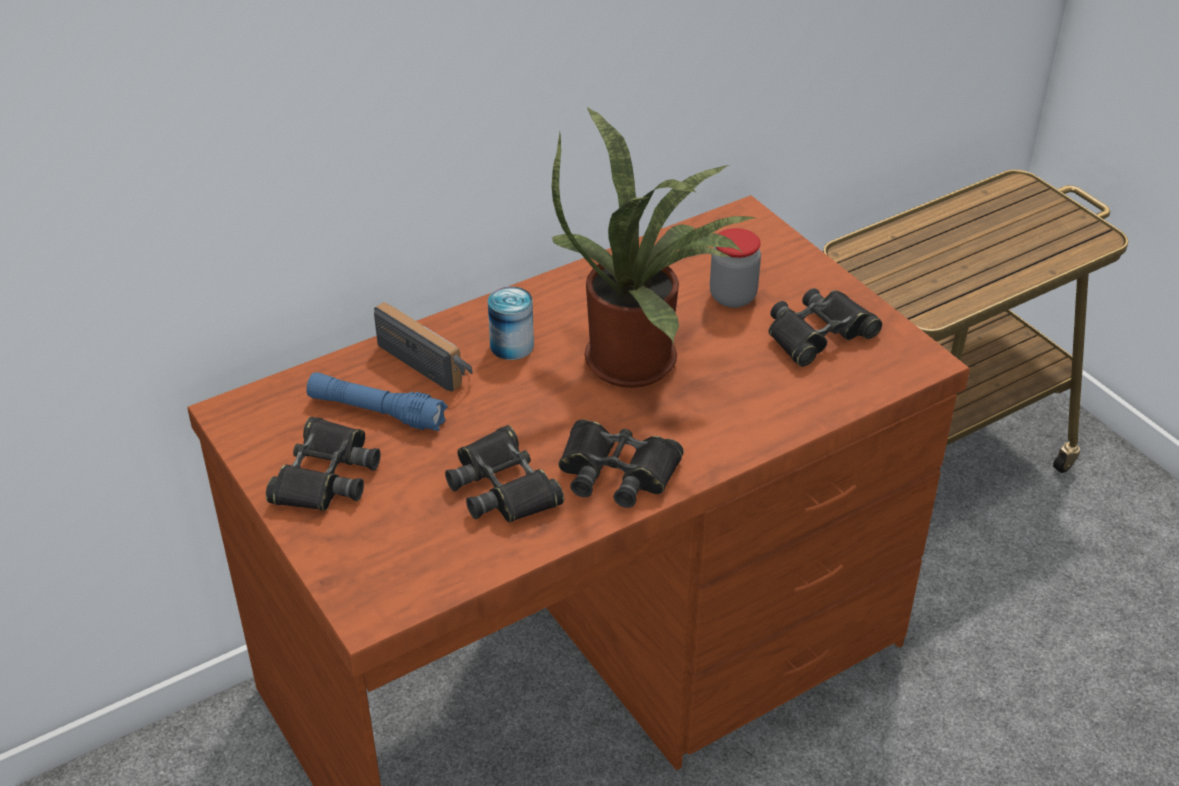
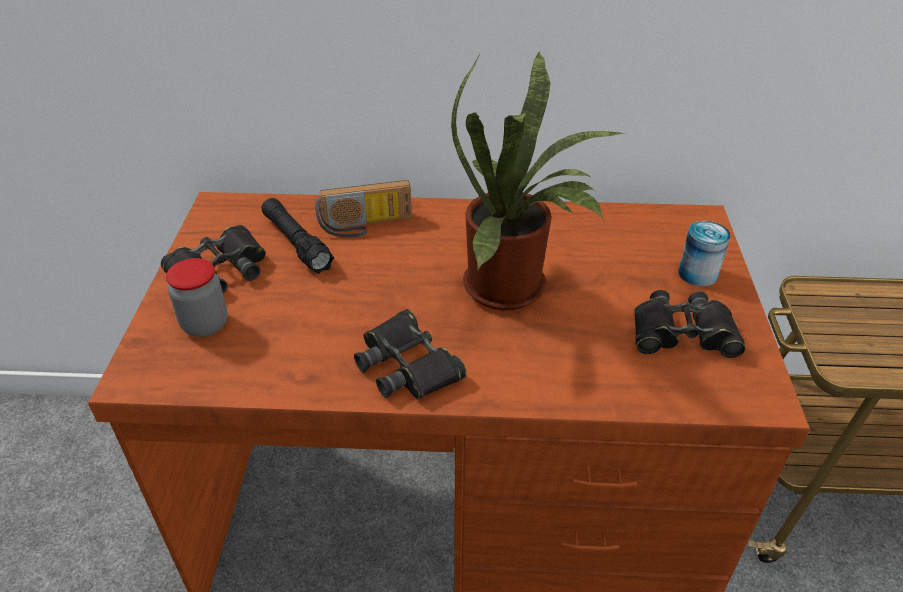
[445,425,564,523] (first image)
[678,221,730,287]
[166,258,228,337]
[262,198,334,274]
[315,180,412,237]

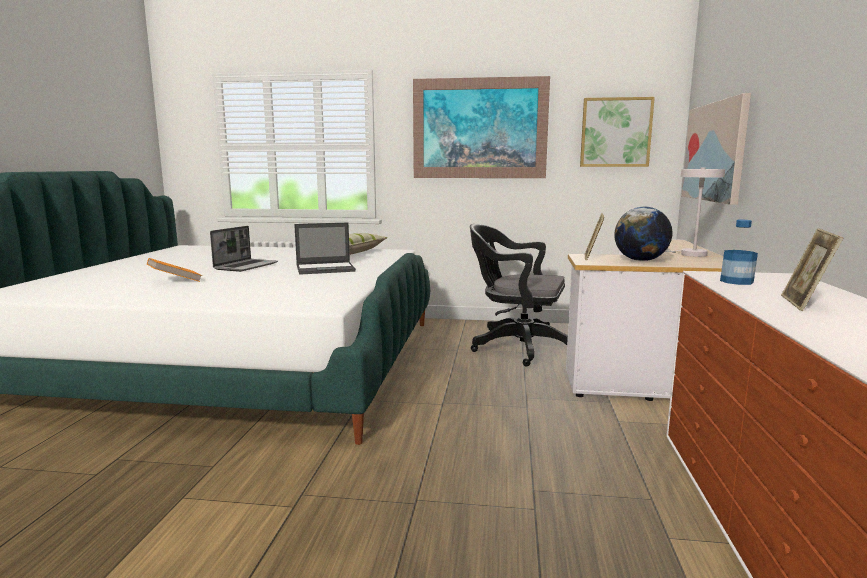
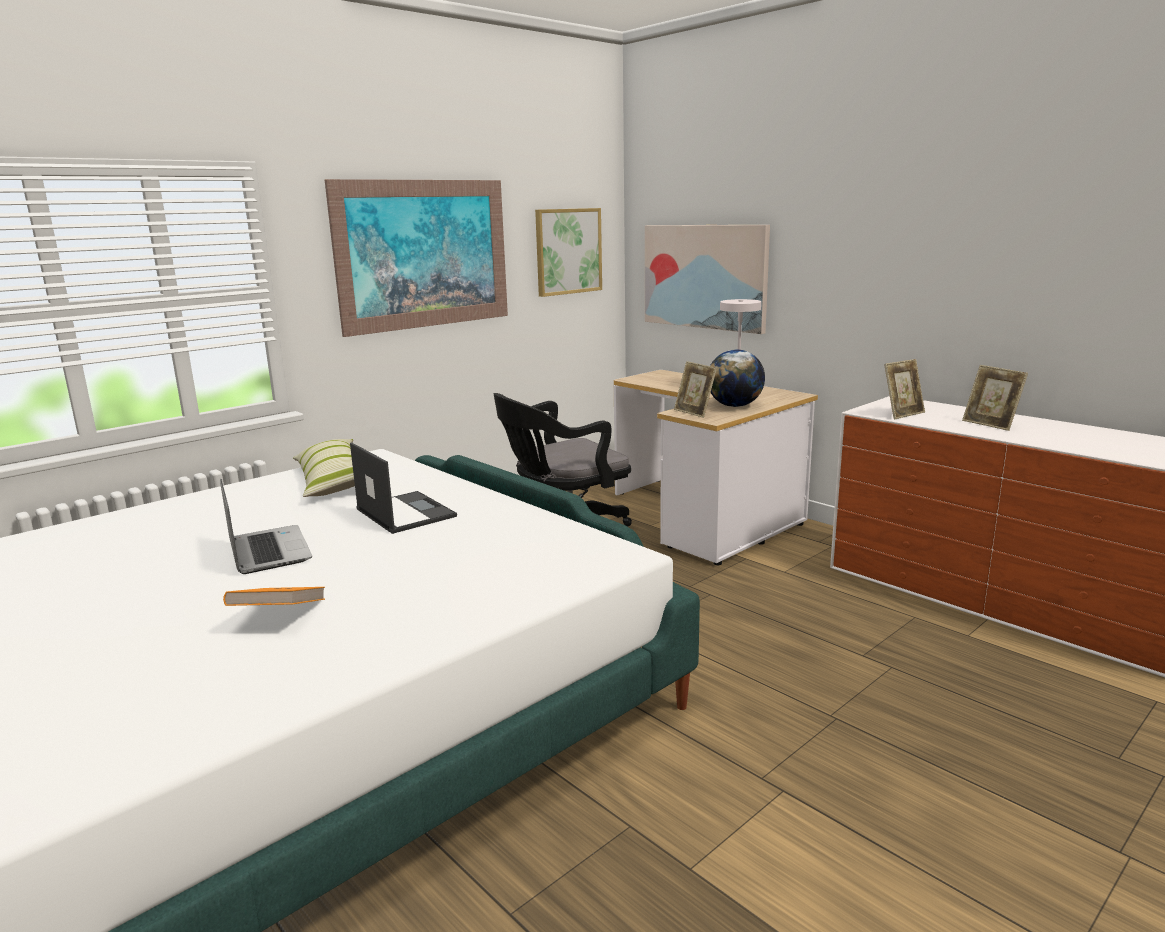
[884,359,925,419]
[350,442,457,534]

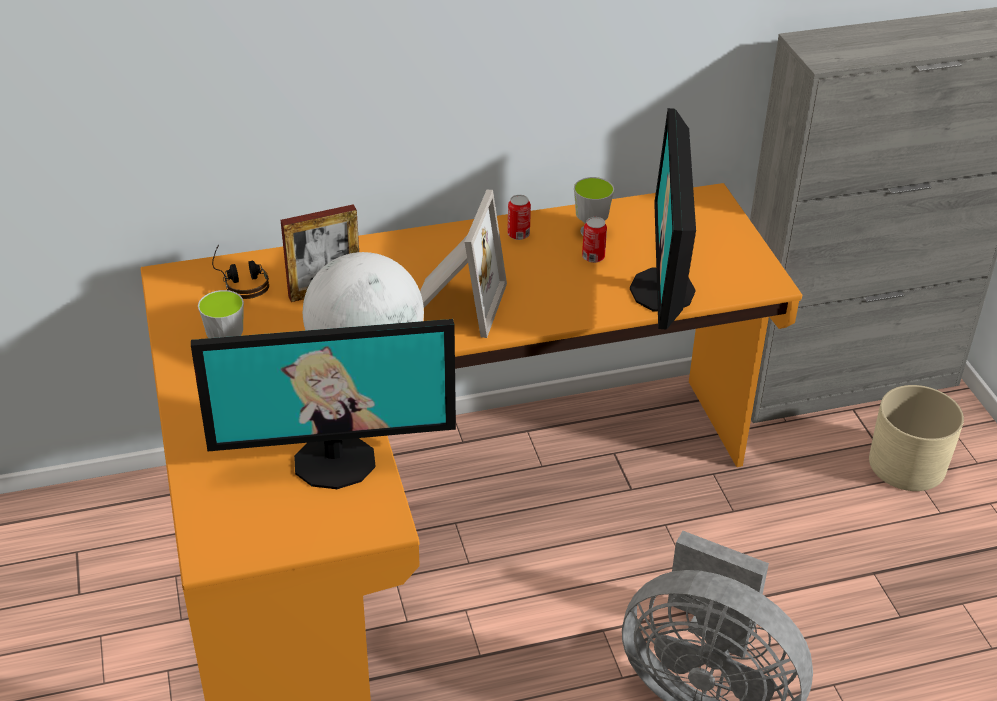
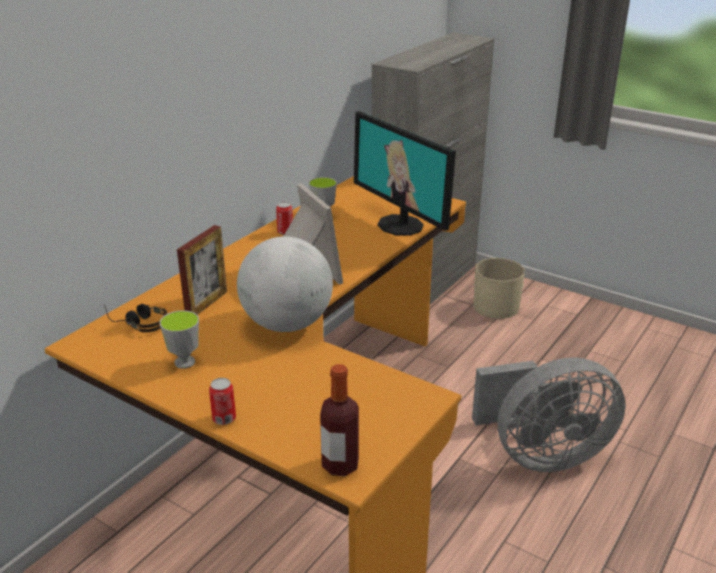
[191,319,456,489] (first image)
[320,364,359,476]
[209,378,236,425]

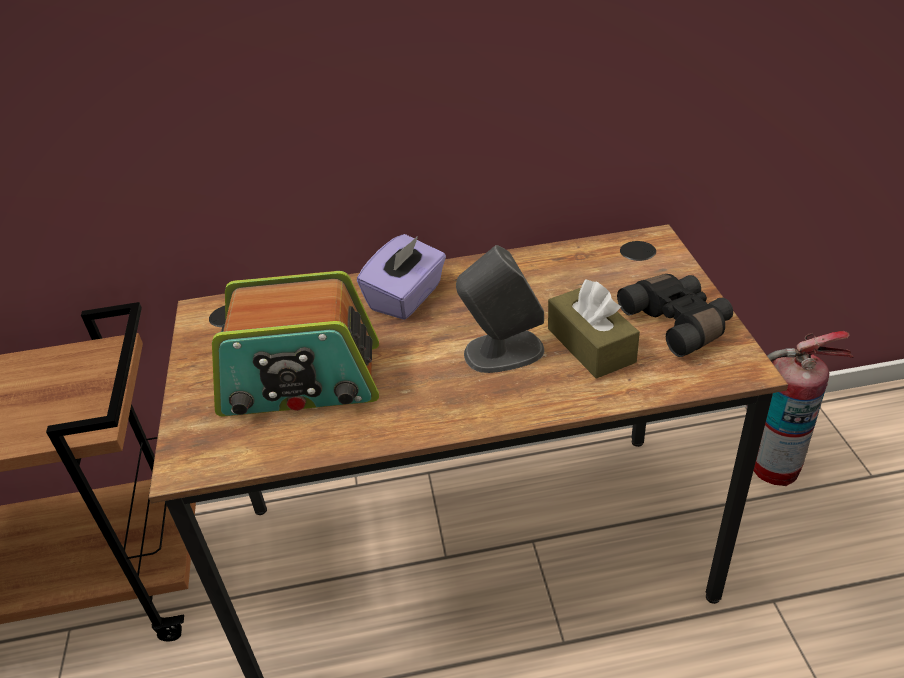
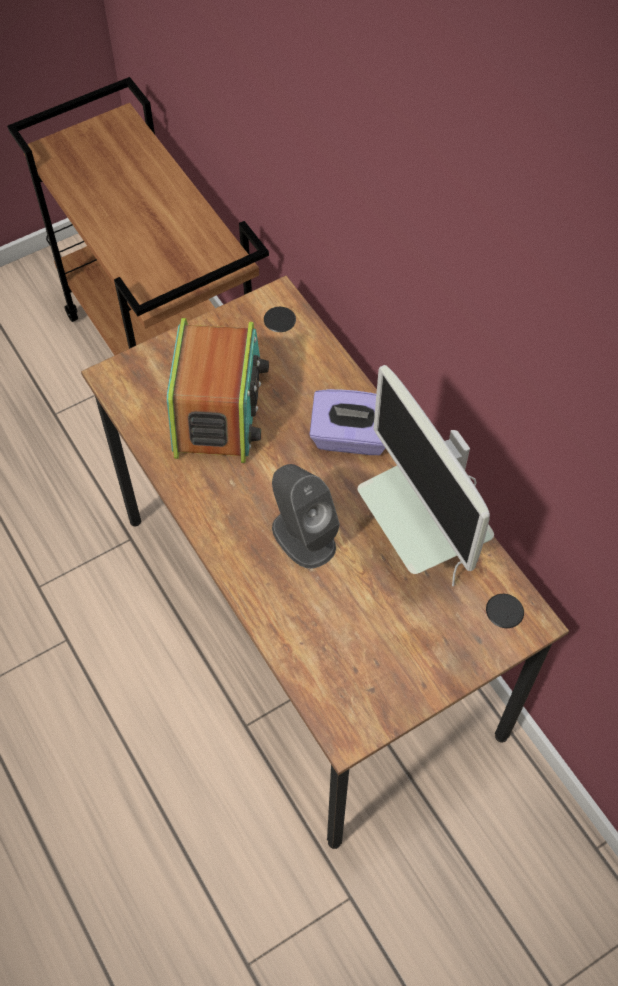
[548,280,640,379] (first image)
[617,274,733,357] (first image)
[747,331,854,486] (first image)
[358,365,494,586]
[167,318,269,463]

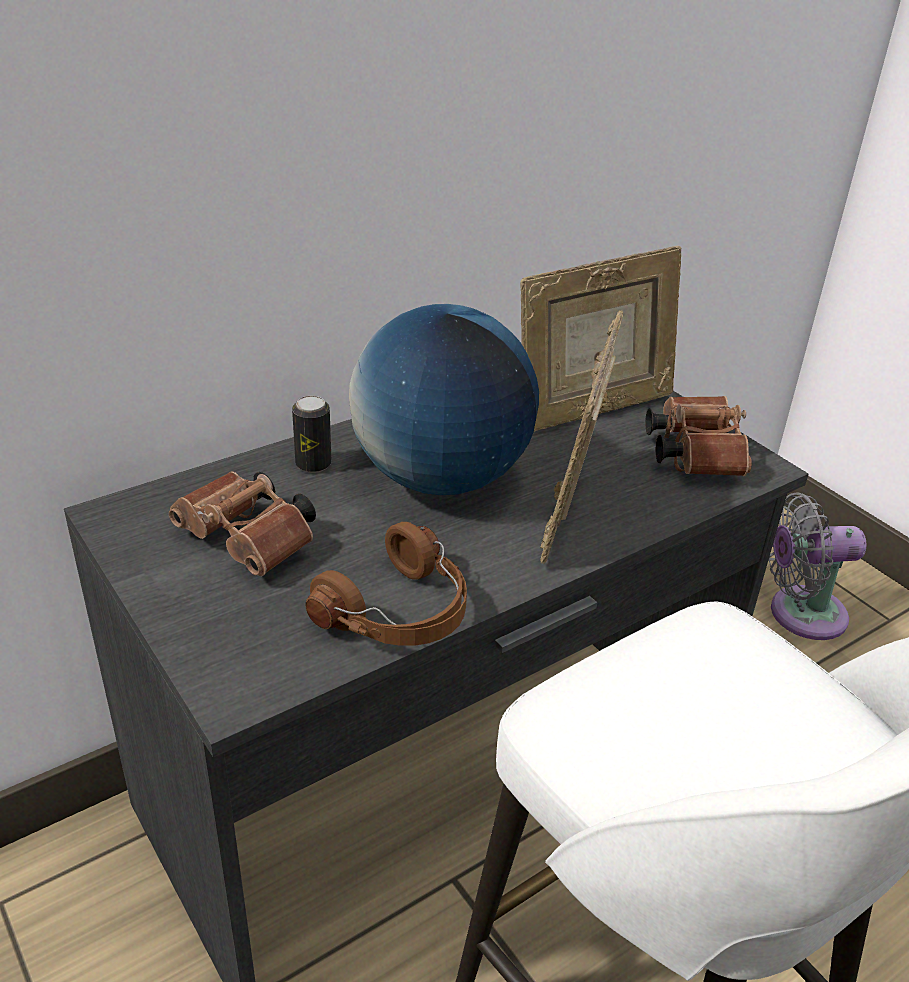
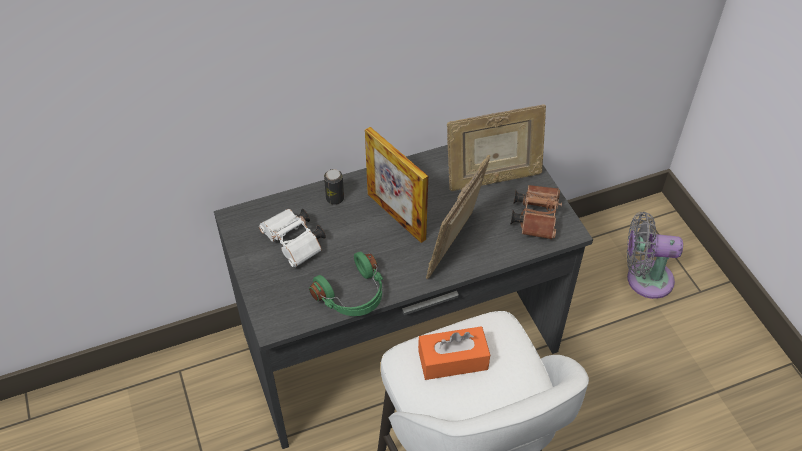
[418,326,490,380]
[365,127,428,243]
[259,209,326,267]
[309,252,383,316]

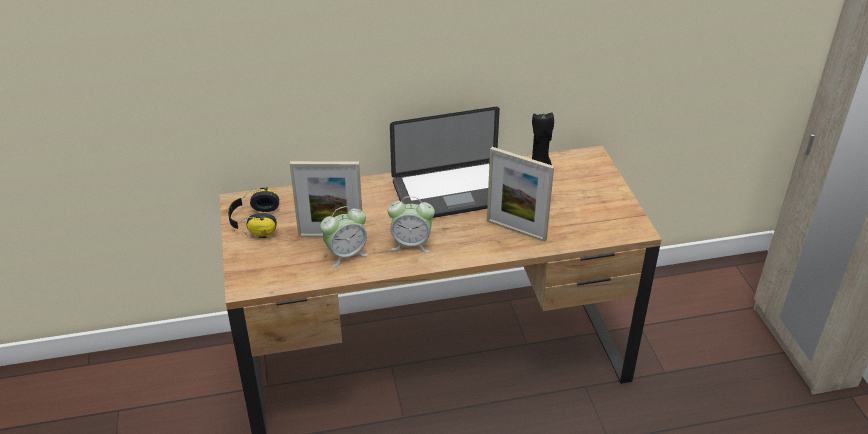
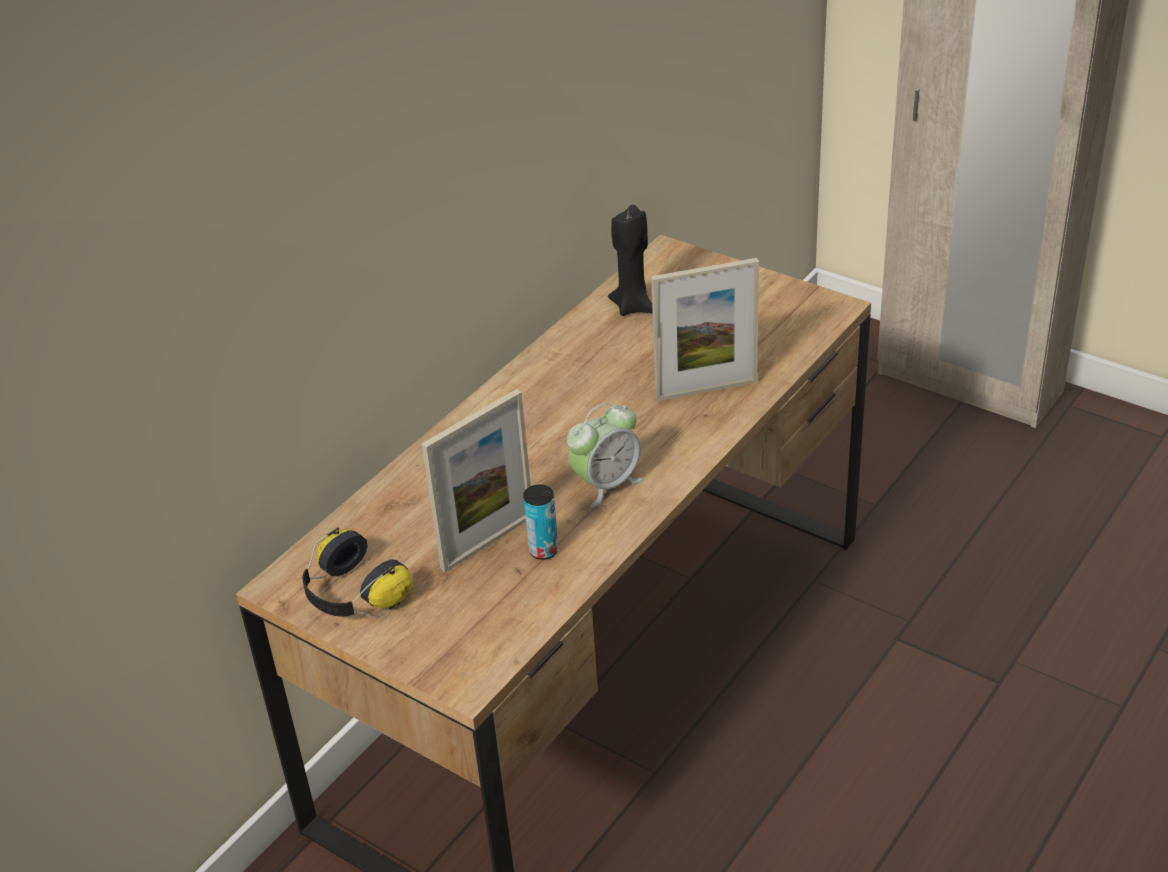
[390,107,500,218] (first image)
[523,484,558,560]

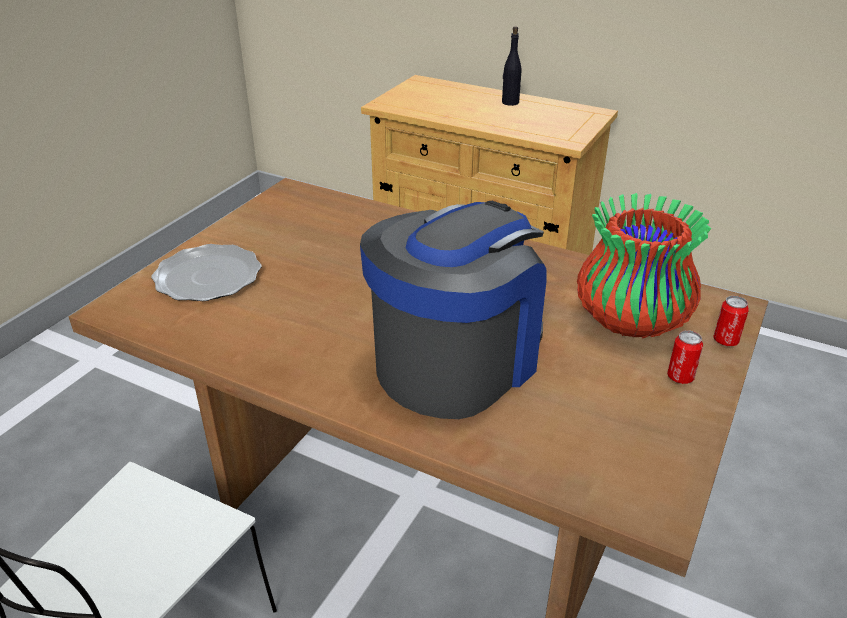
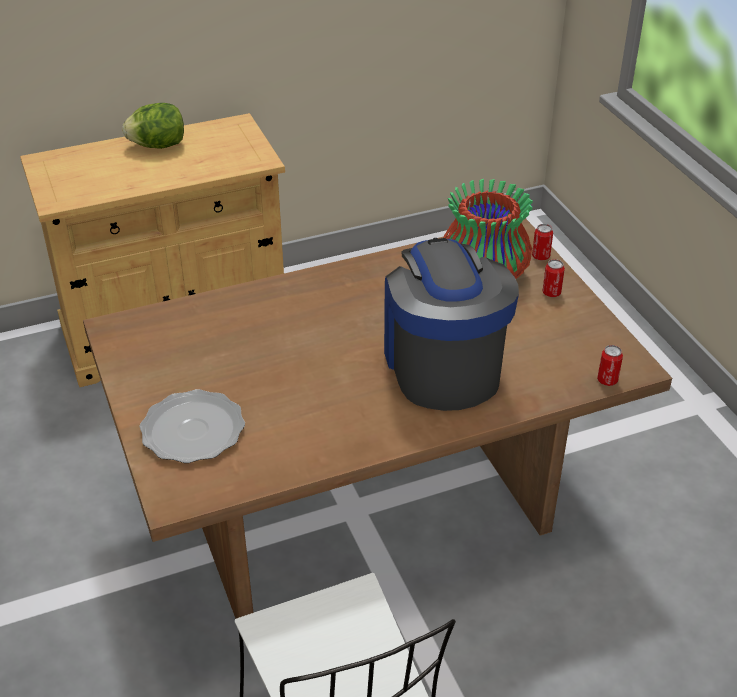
[597,345,623,386]
[122,103,184,149]

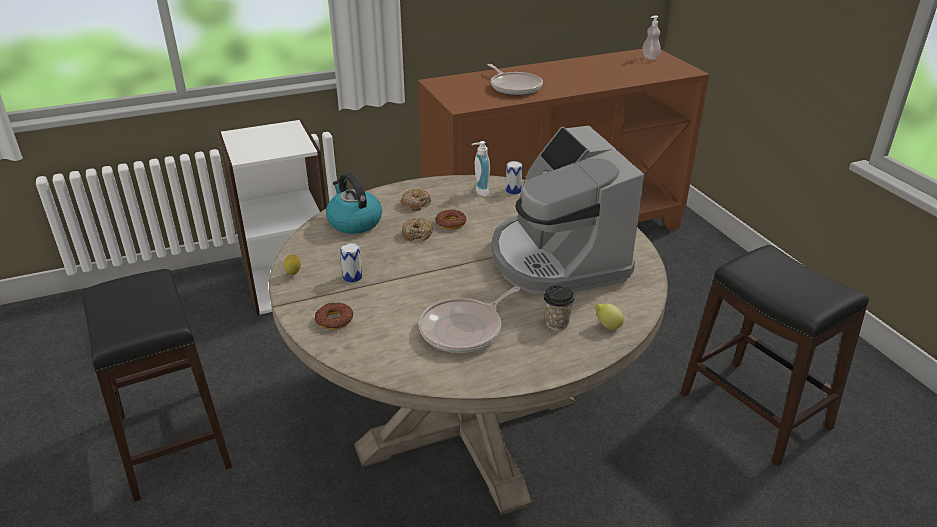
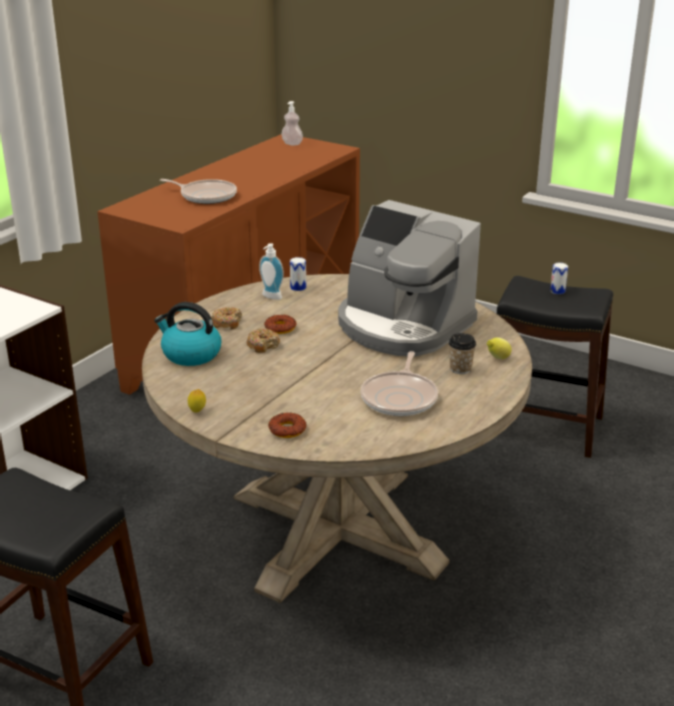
[550,263,568,294]

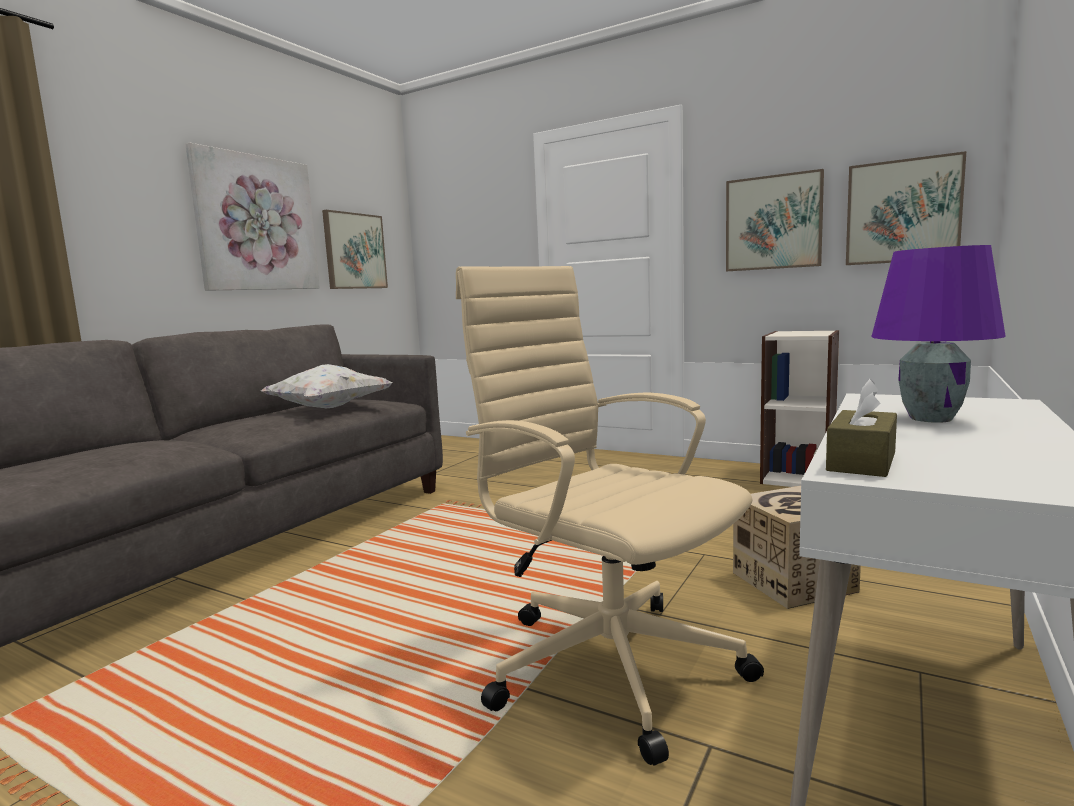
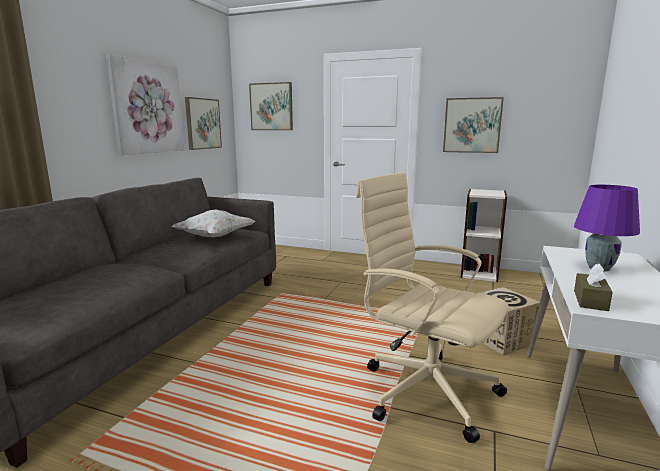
[249,82,293,130]

